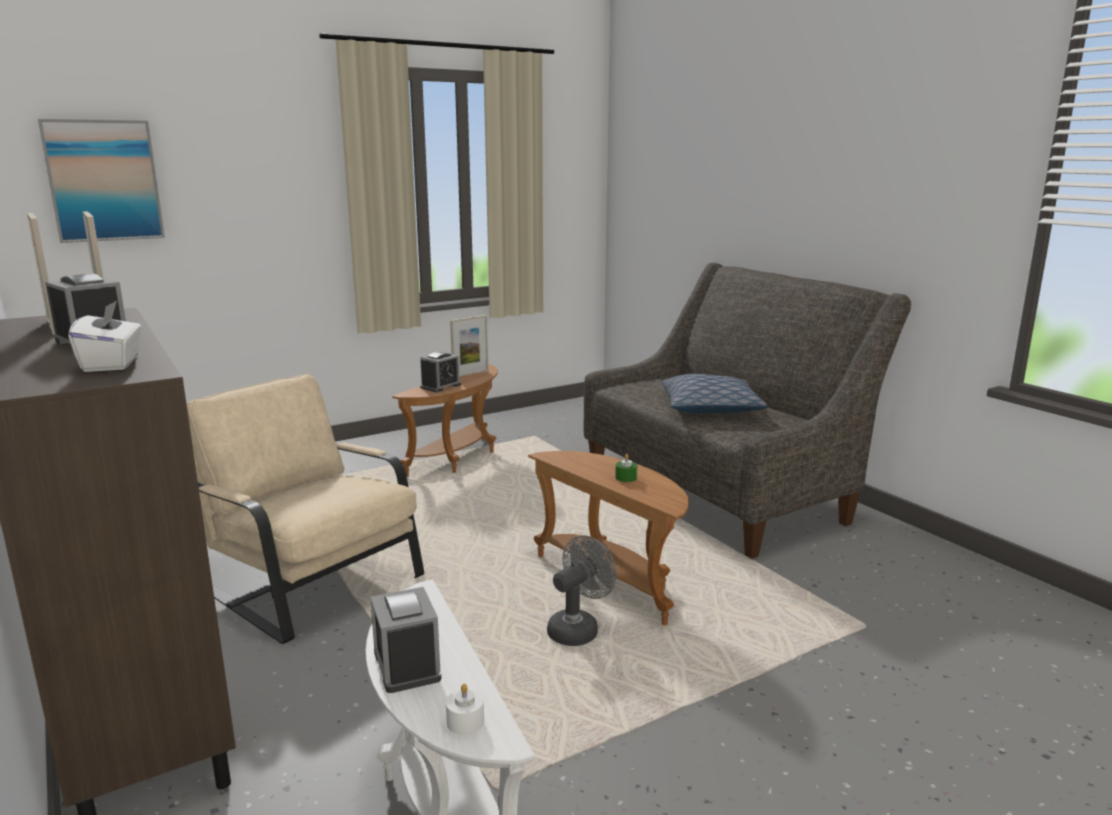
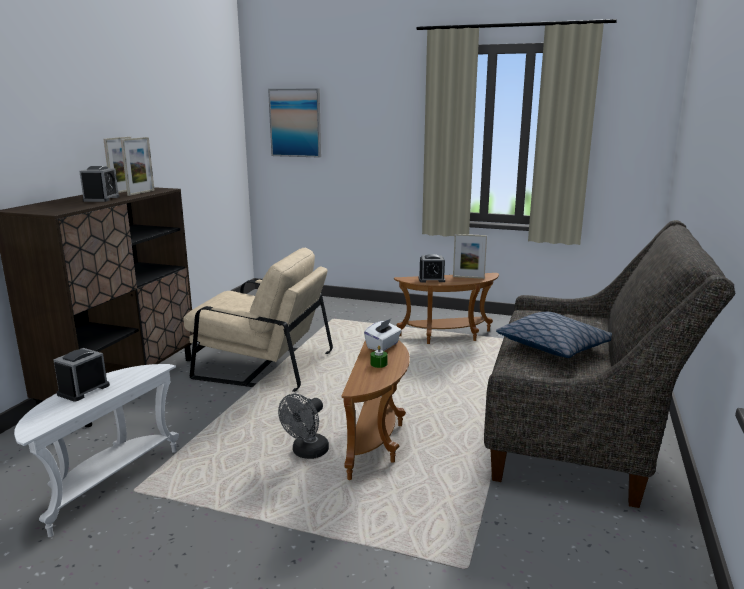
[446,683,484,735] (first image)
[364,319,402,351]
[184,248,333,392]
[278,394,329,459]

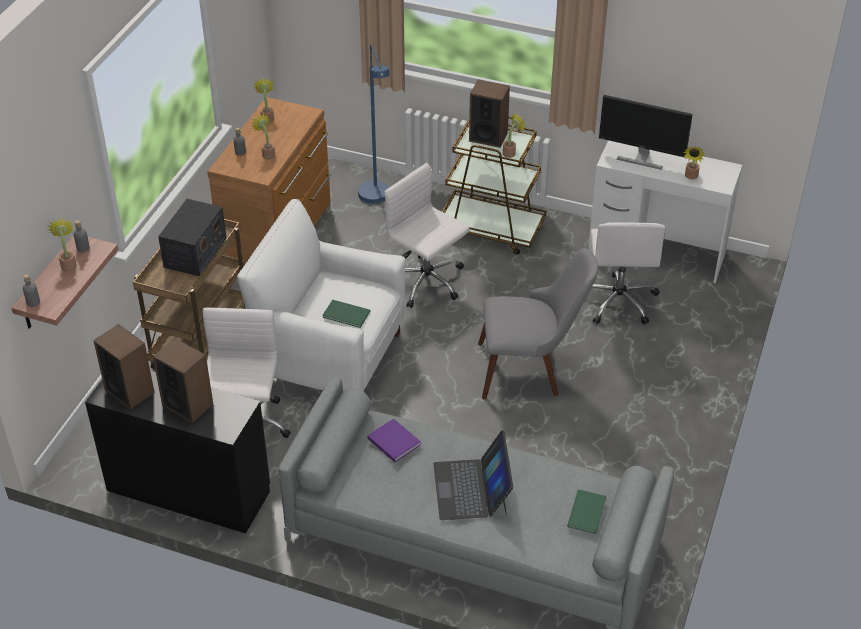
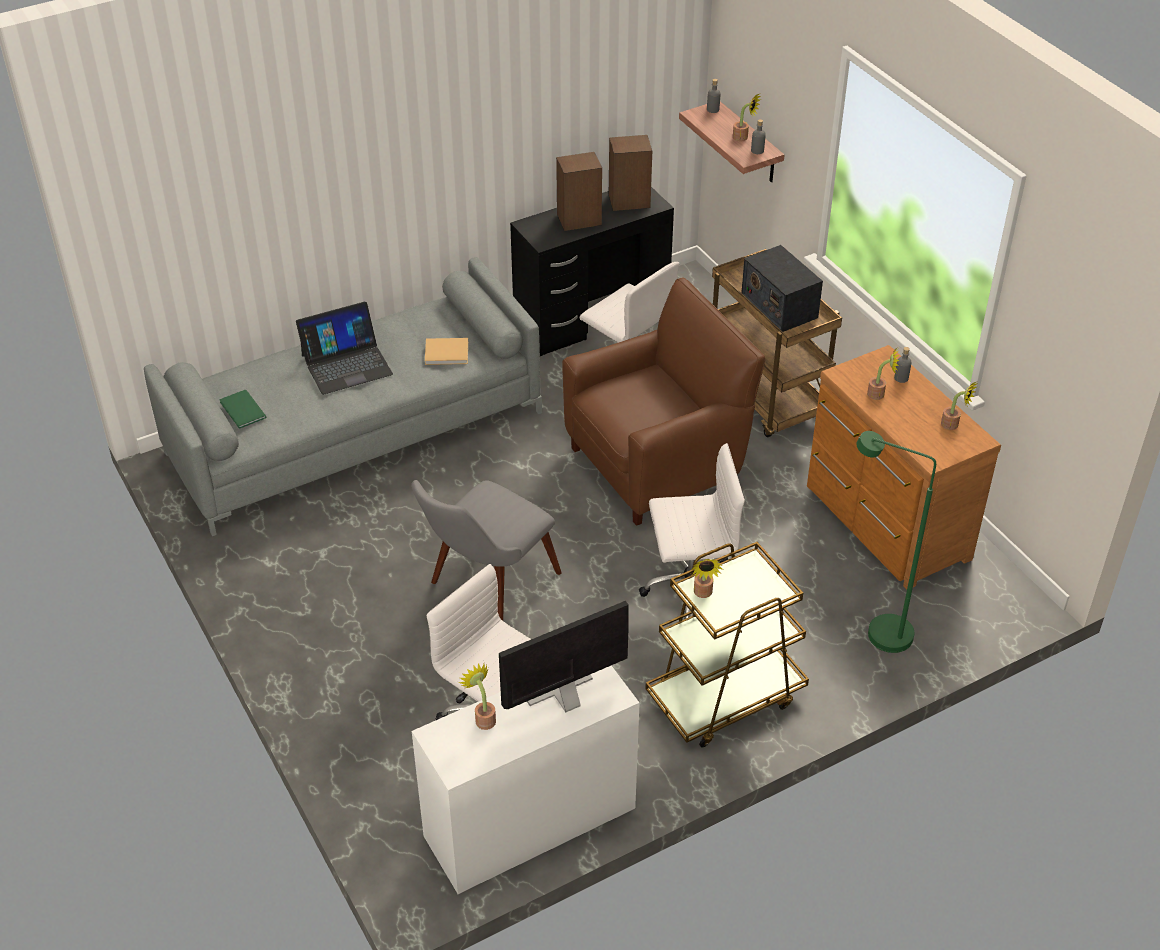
[323,300,371,328] (first image)
[469,80,510,148] (first image)
[562,278,765,526]
[856,431,936,653]
[425,338,468,365]
[296,302,393,395]

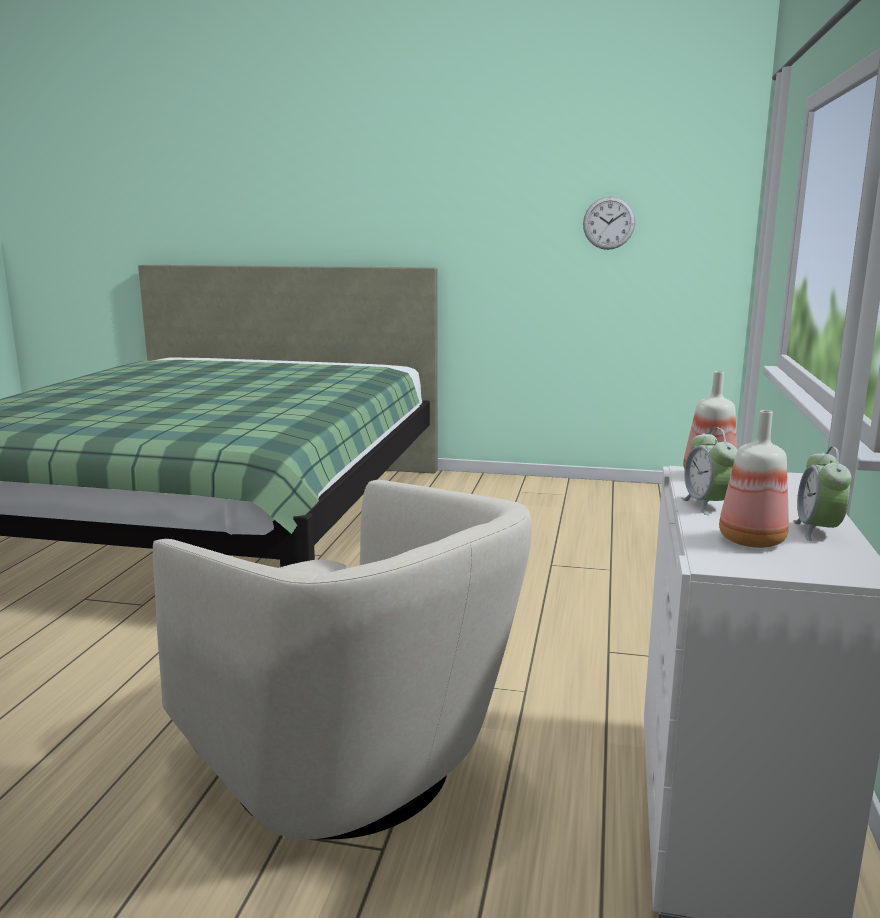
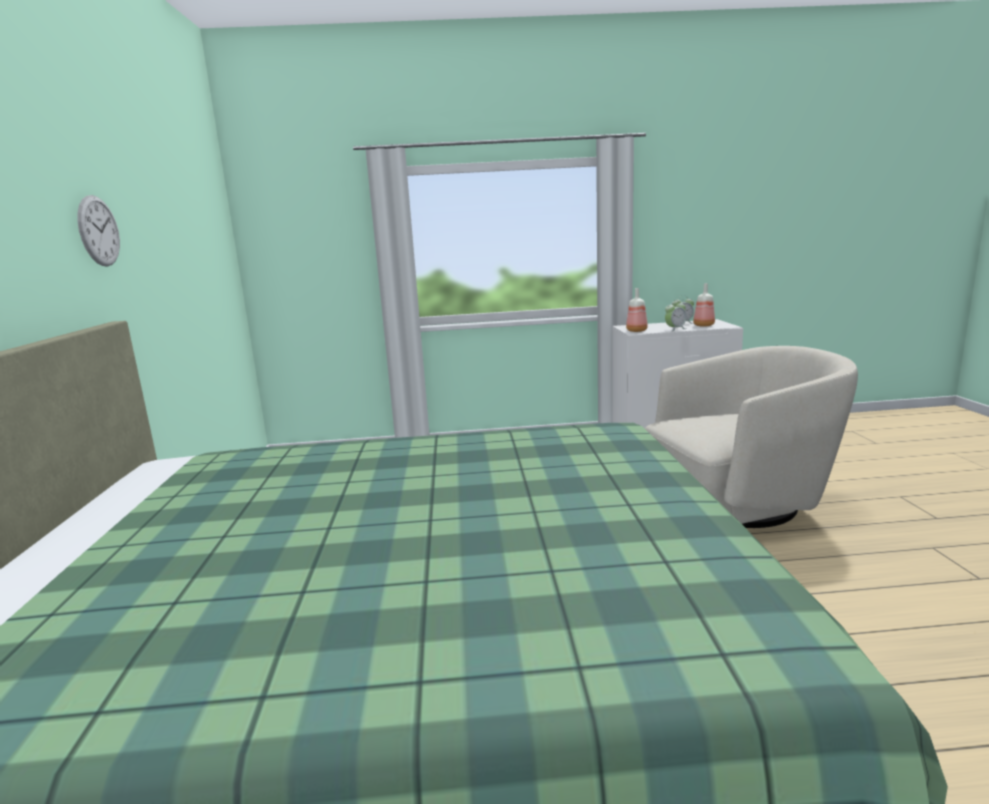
[77,195,120,267]
[645,346,858,528]

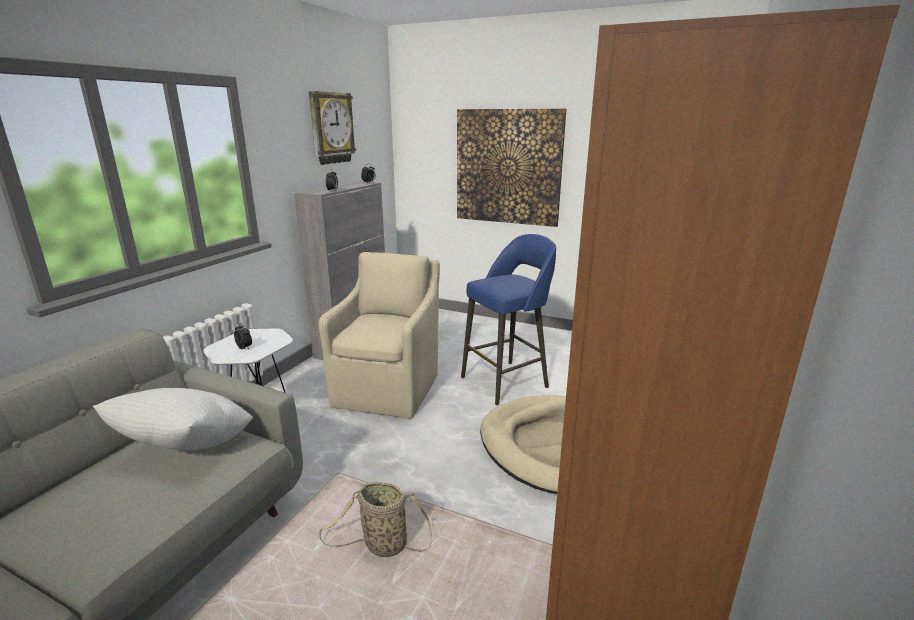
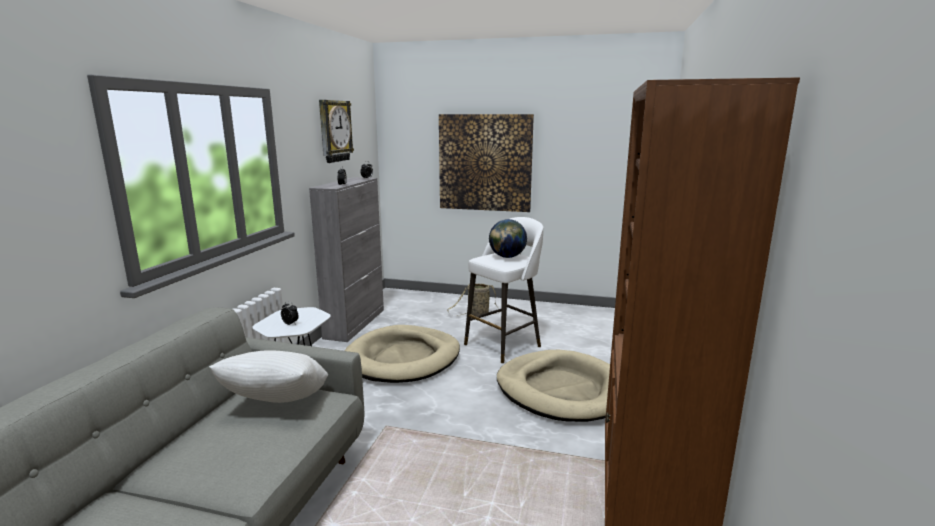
[489,219,527,258]
[447,283,499,316]
[344,325,460,383]
[464,217,543,364]

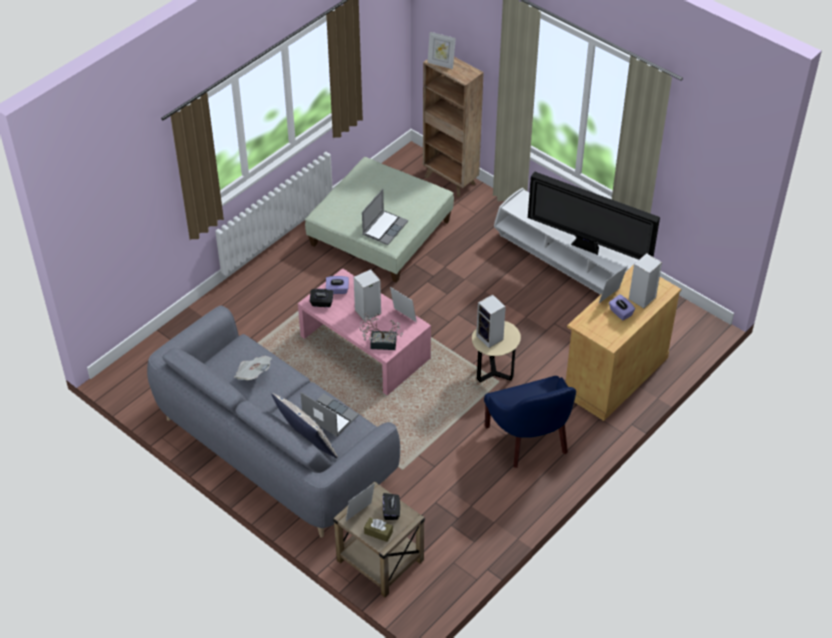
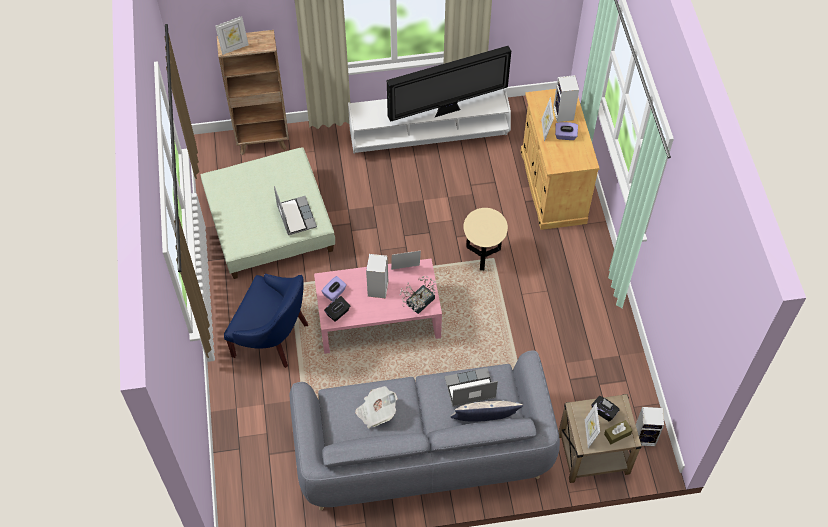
[636,407,664,446]
[224,274,308,368]

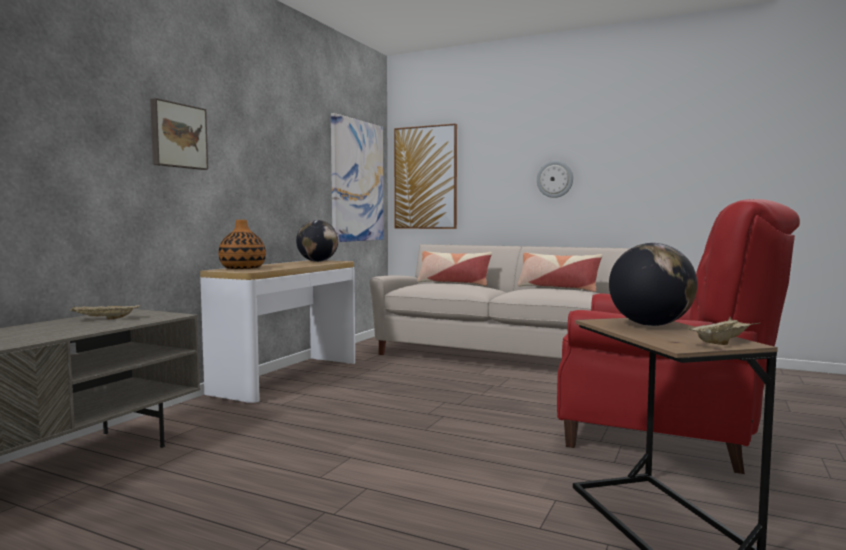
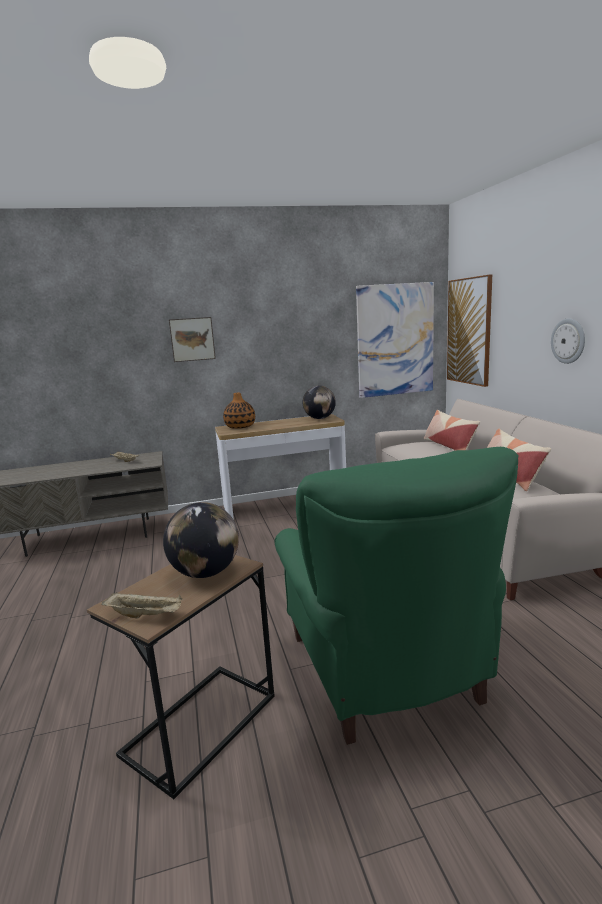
[274,447,519,745]

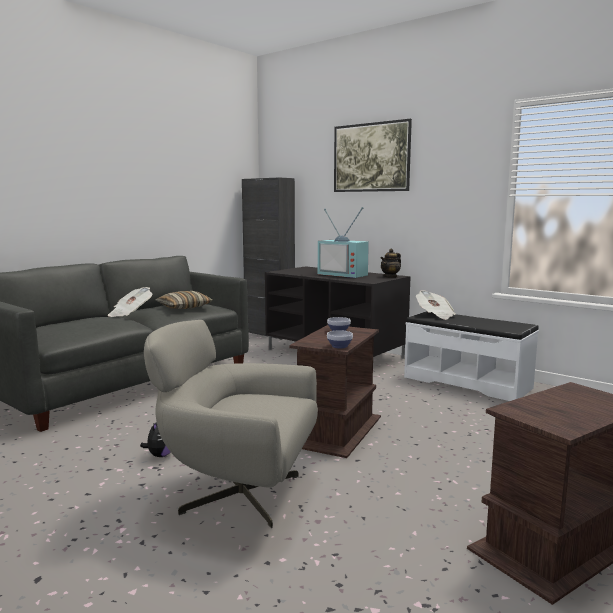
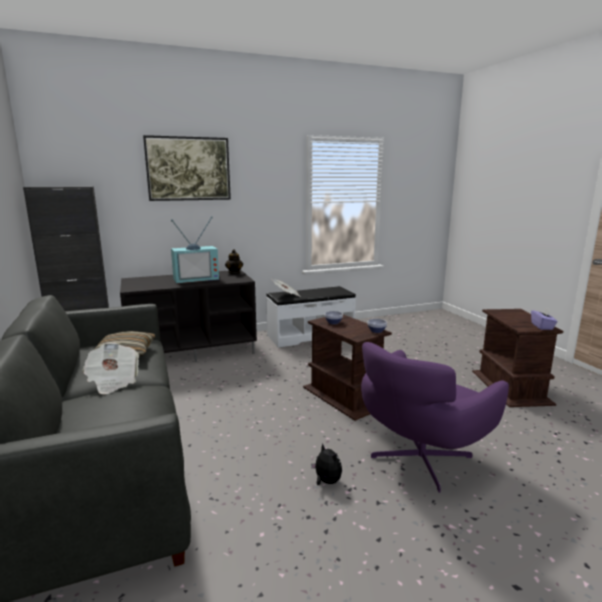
[531,307,558,330]
[361,342,509,493]

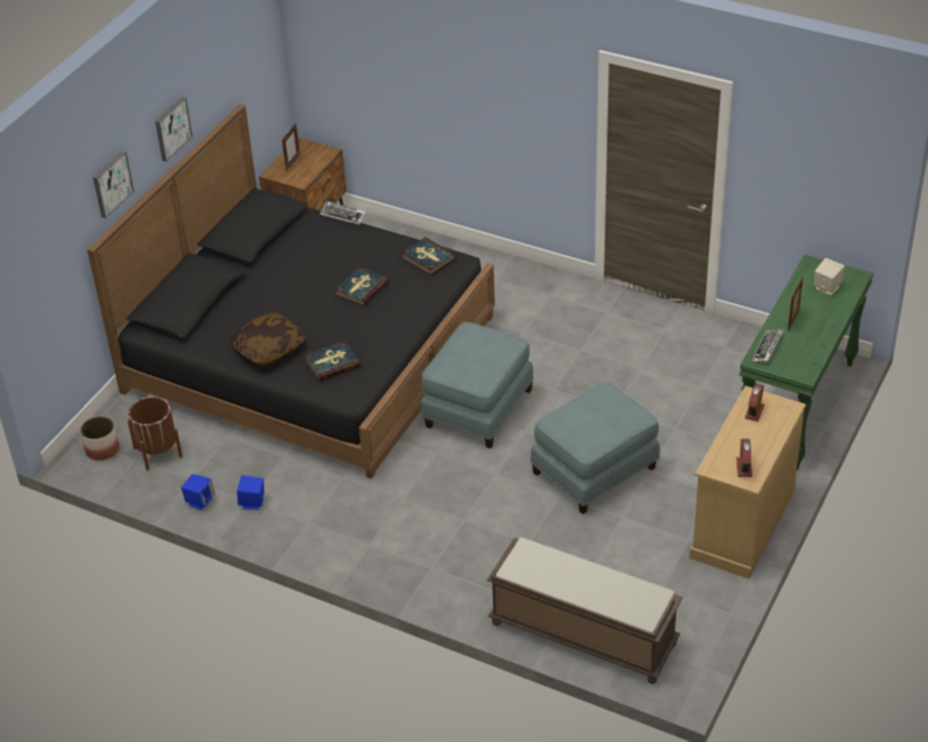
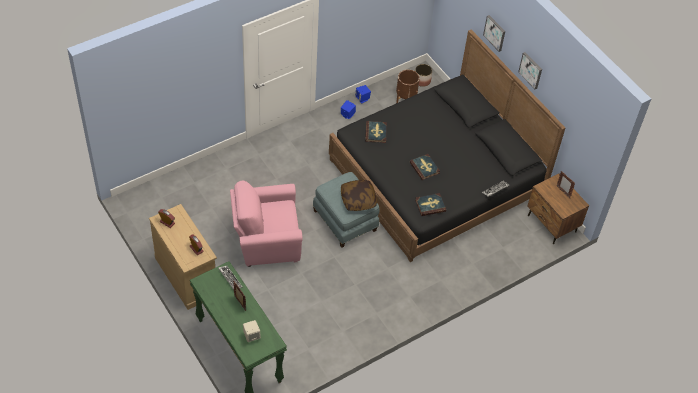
[487,537,683,684] (first image)
[341,180,377,211]
[230,180,303,267]

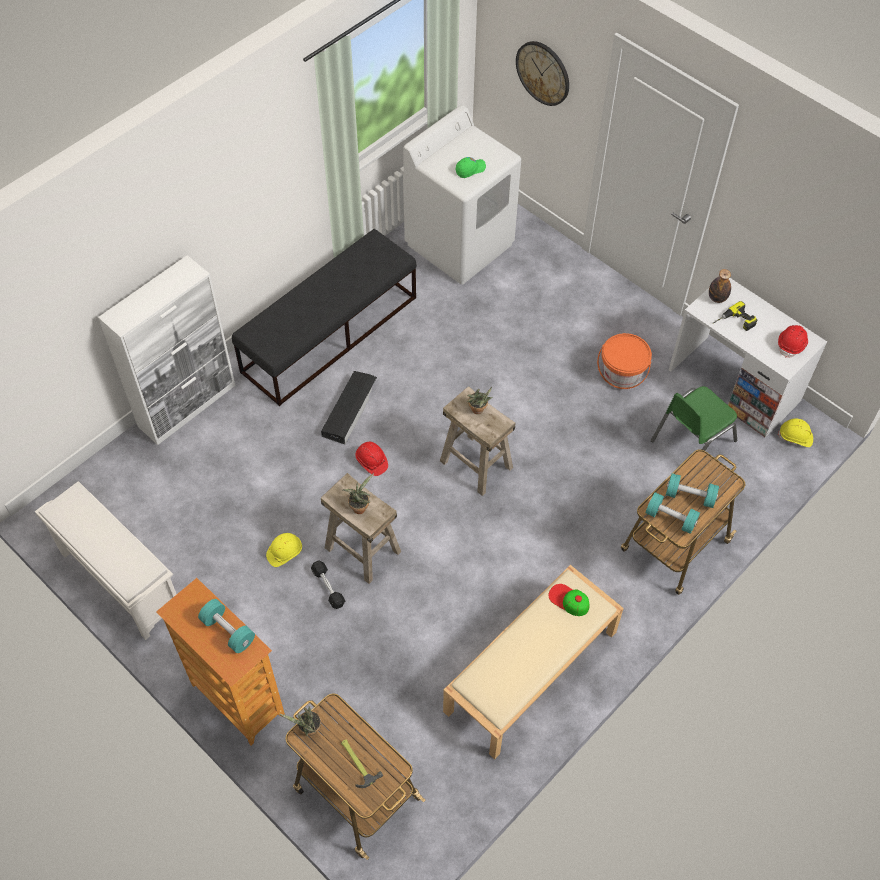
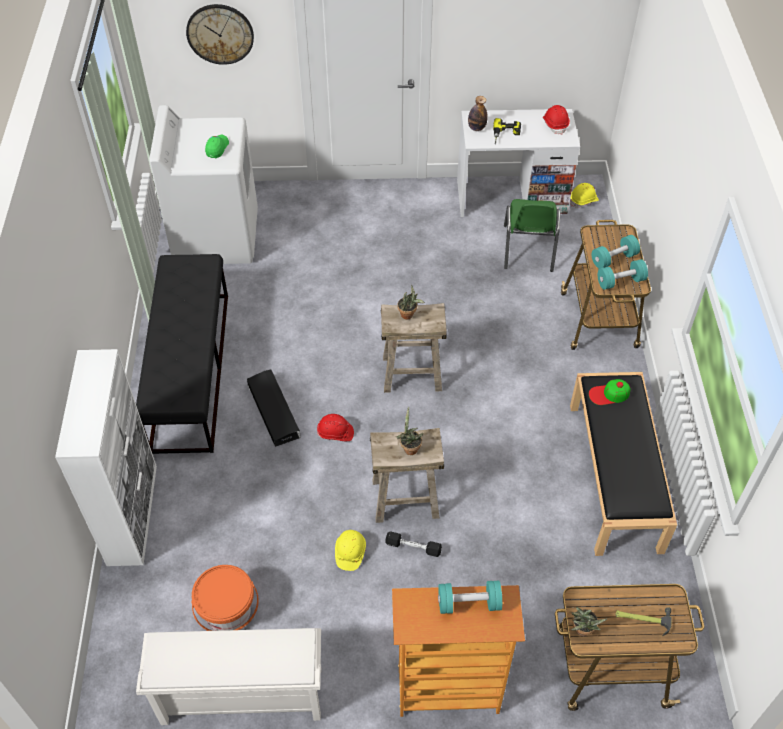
[191,565,259,631]
[570,372,677,556]

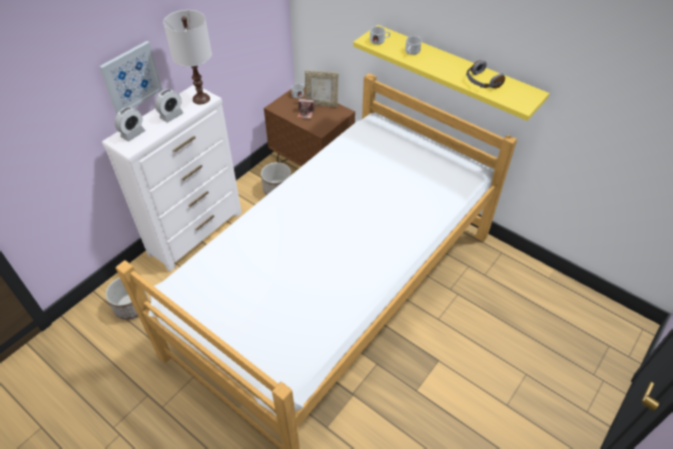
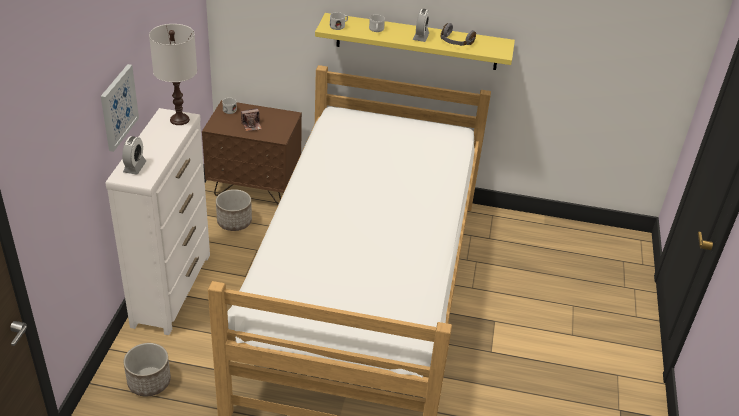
[305,70,338,107] (first image)
[413,9,429,42]

